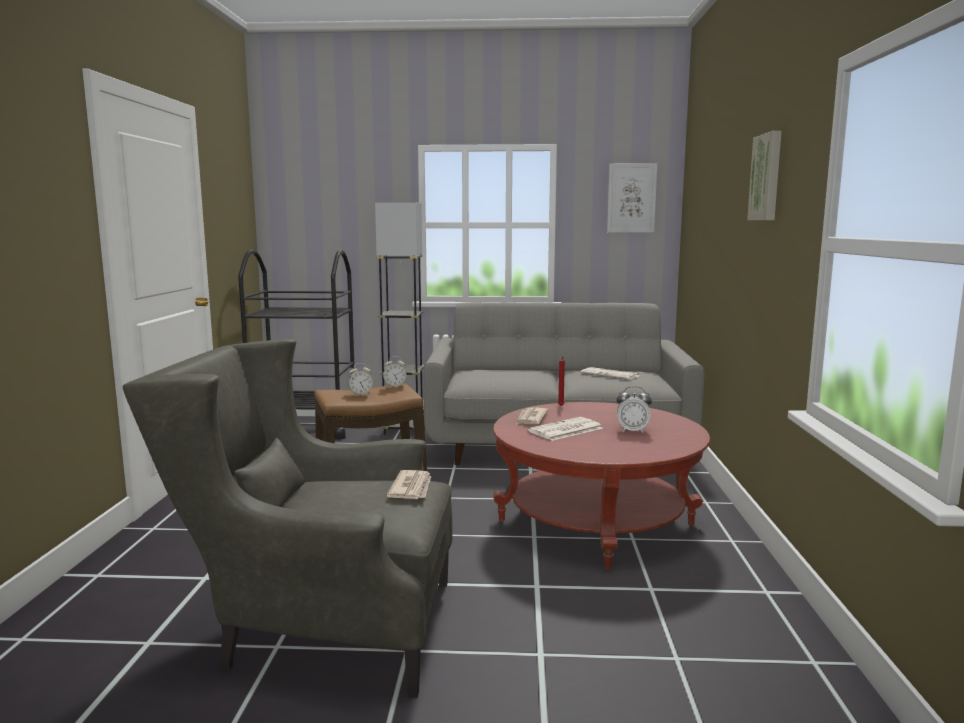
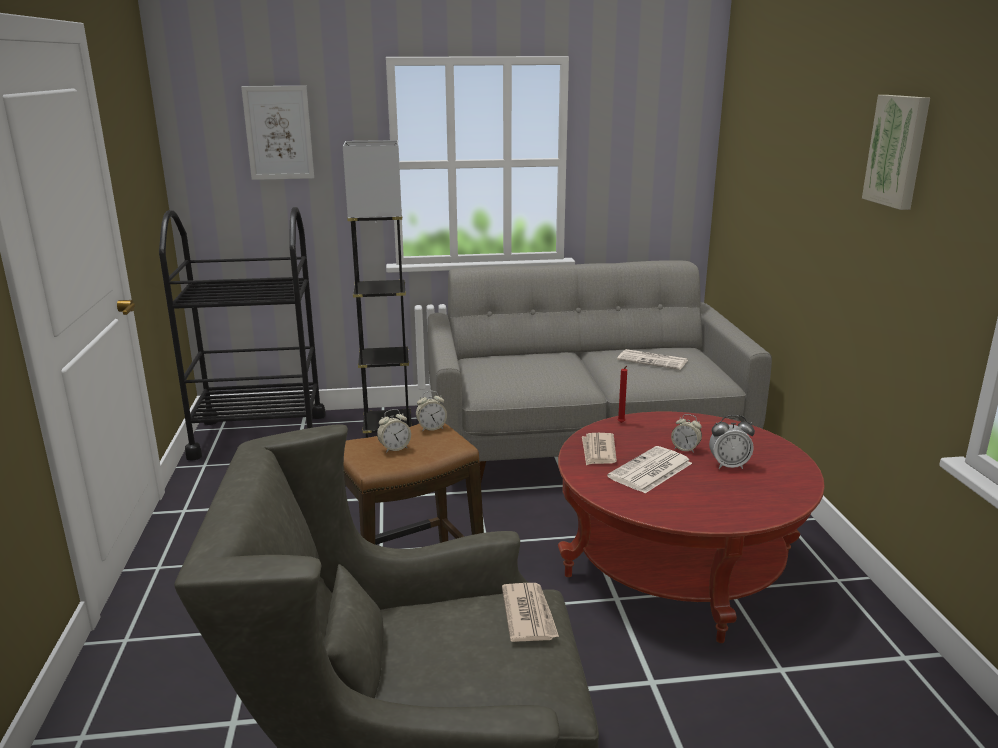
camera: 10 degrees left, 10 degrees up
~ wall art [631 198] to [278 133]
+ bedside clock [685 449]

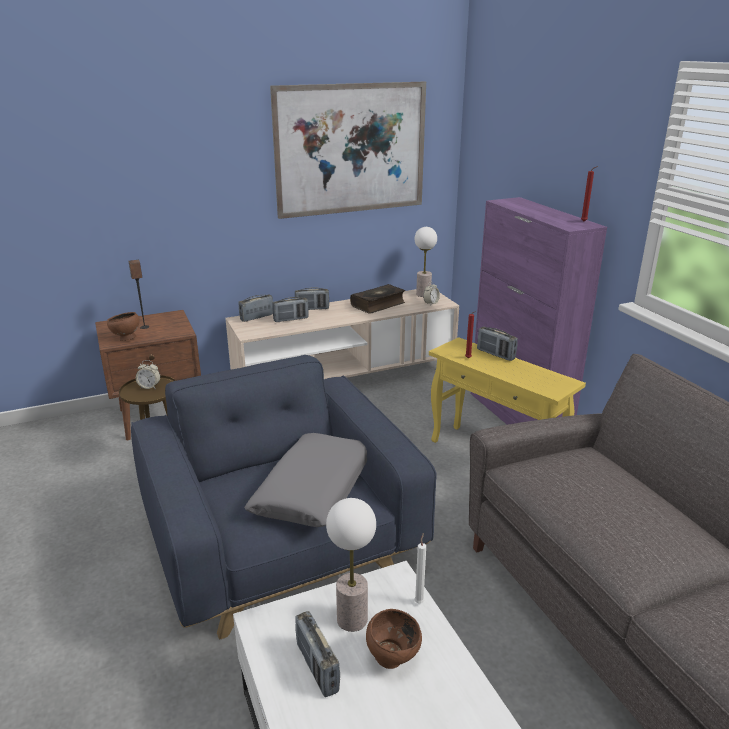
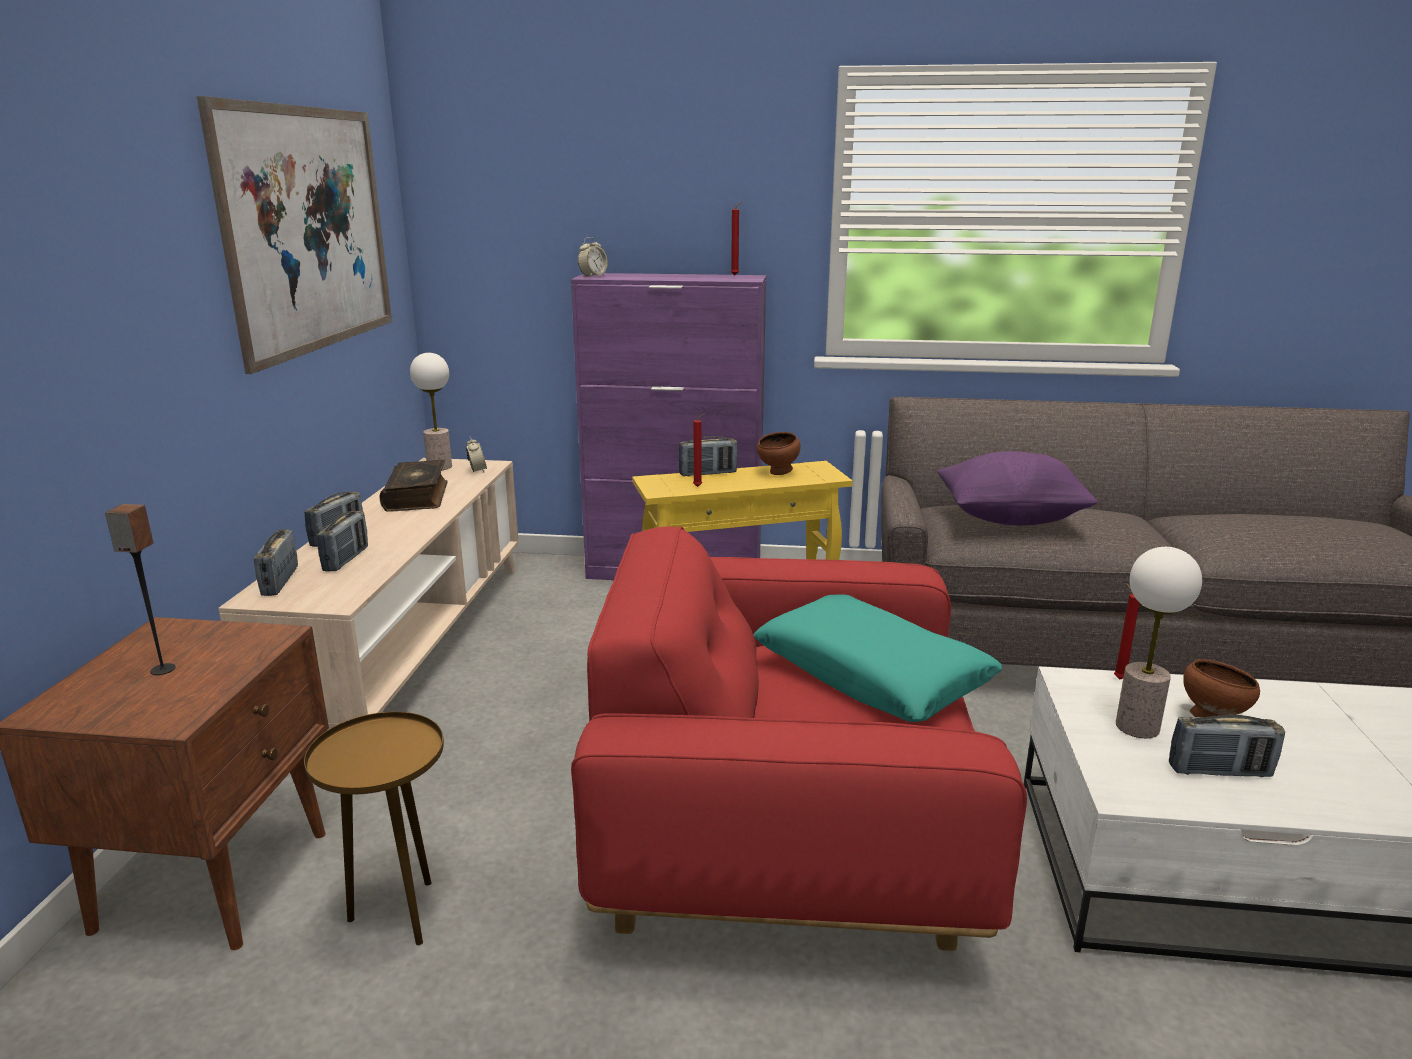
camera: 60 degrees left, 5 degrees down
~ brownish serving bowl [126 339] to [778 473]
~ blue easy chair [281 547] to red easy chair [785 831]
~ bedside clock [149 387] to [593 276]
~ greyish cushion [315 490] to turquoise cushion [872 674]
~ white wax light [419 601] to red wax light [1117 678]
+ purplish cushion [1010 518]

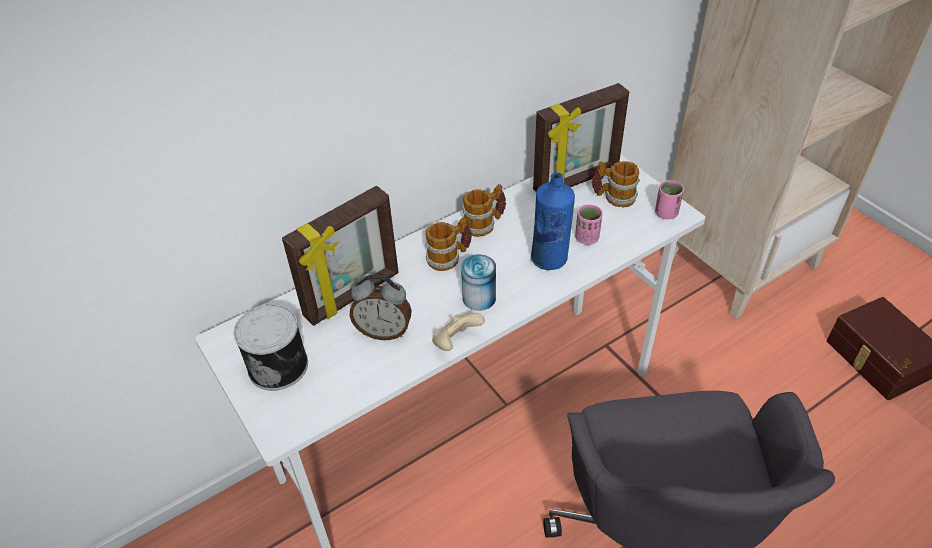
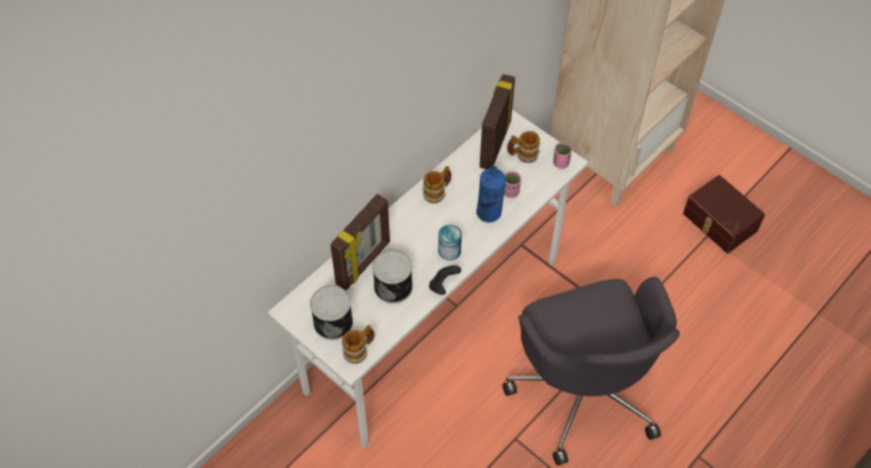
camera: 15 degrees left, 10 degrees up
~ bedside clock [384 331] to can [394 286]
~ tea mug [449 257] to [359 350]
~ beige-coloured game controller [456 342] to blackish game controller [443 285]
~ photo frame [577 181] = [494 144] 150 degrees clockwise

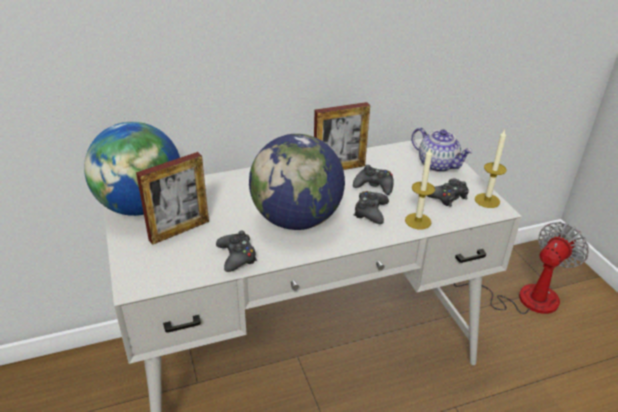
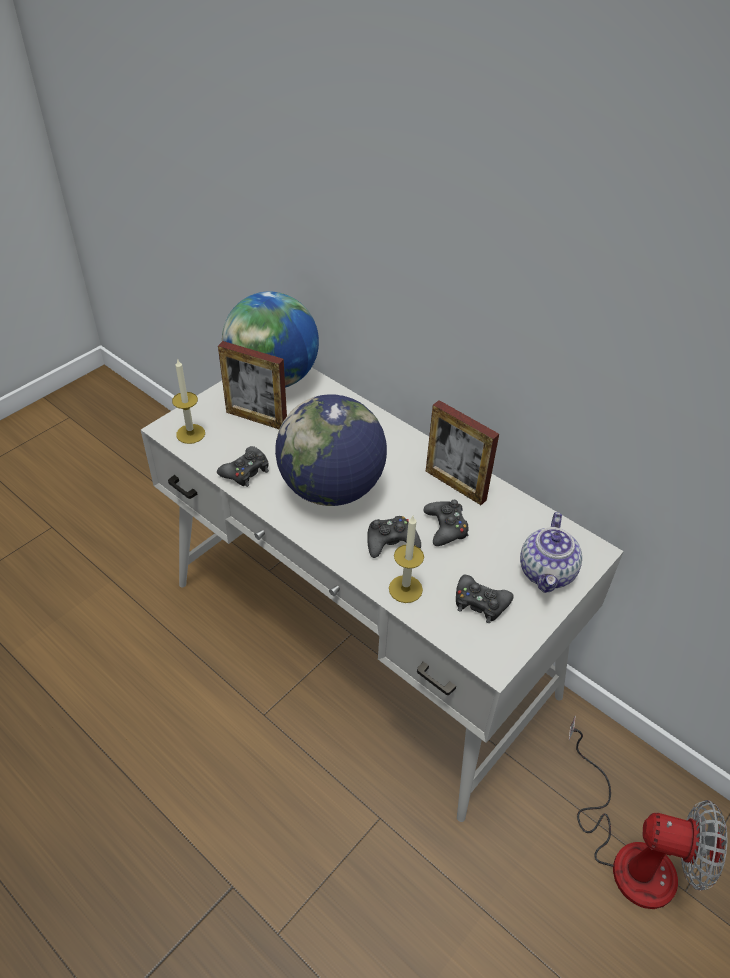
camera: 60 degrees right, 10 degrees up
~ wax light [487 200] to [190 434]

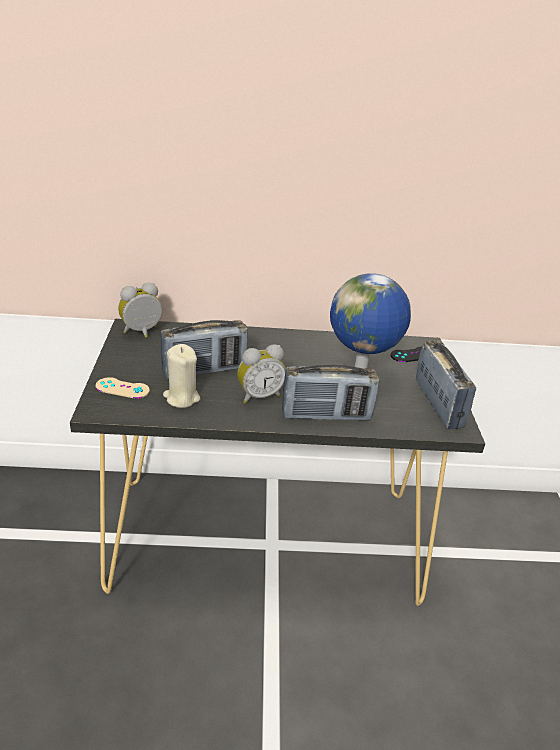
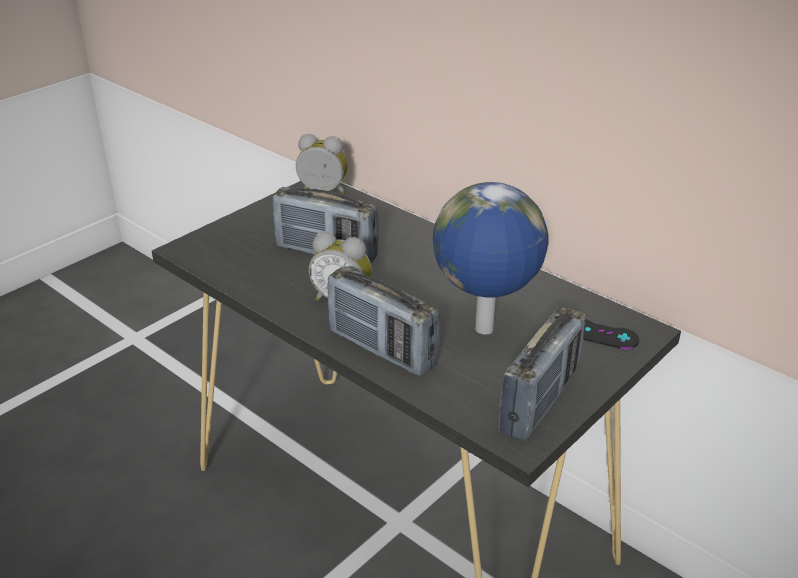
camera: 45 degrees right, 0 degrees up
- beige-coloured game controller [122 388]
- beige-coloured wax light [181 397]

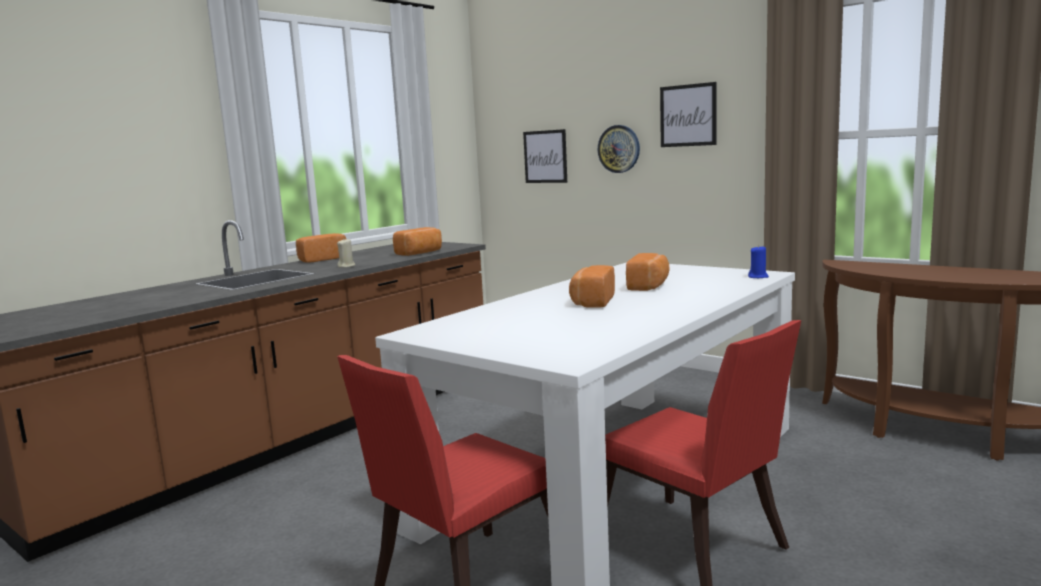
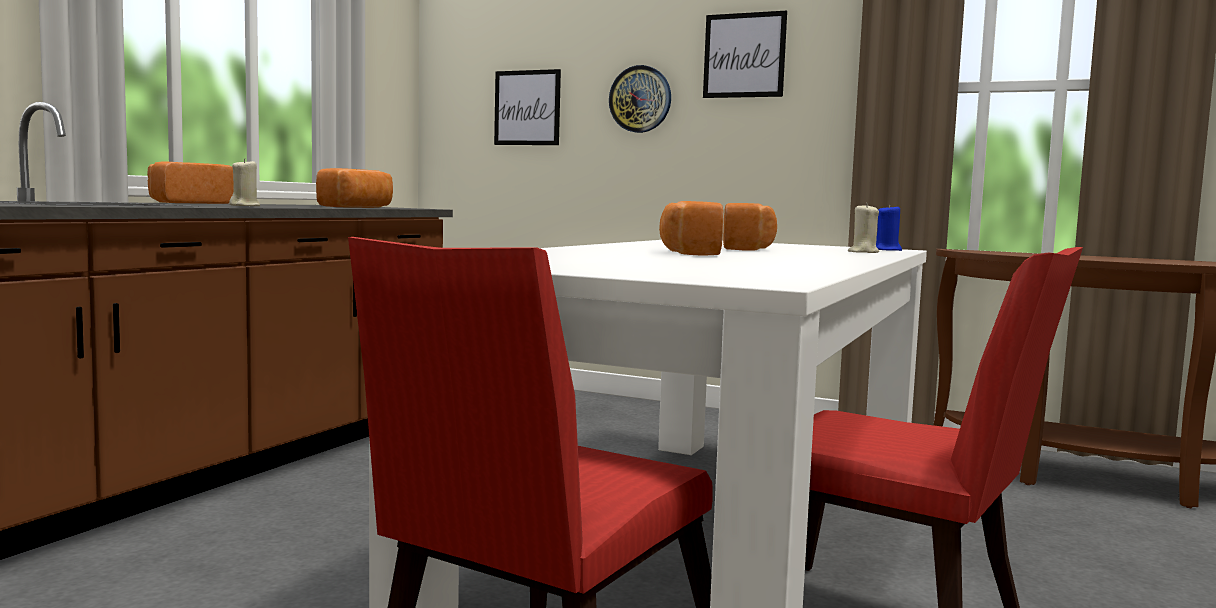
camera: 15 degrees left, 5 degrees down
+ beige-coloured wax light [863 252]

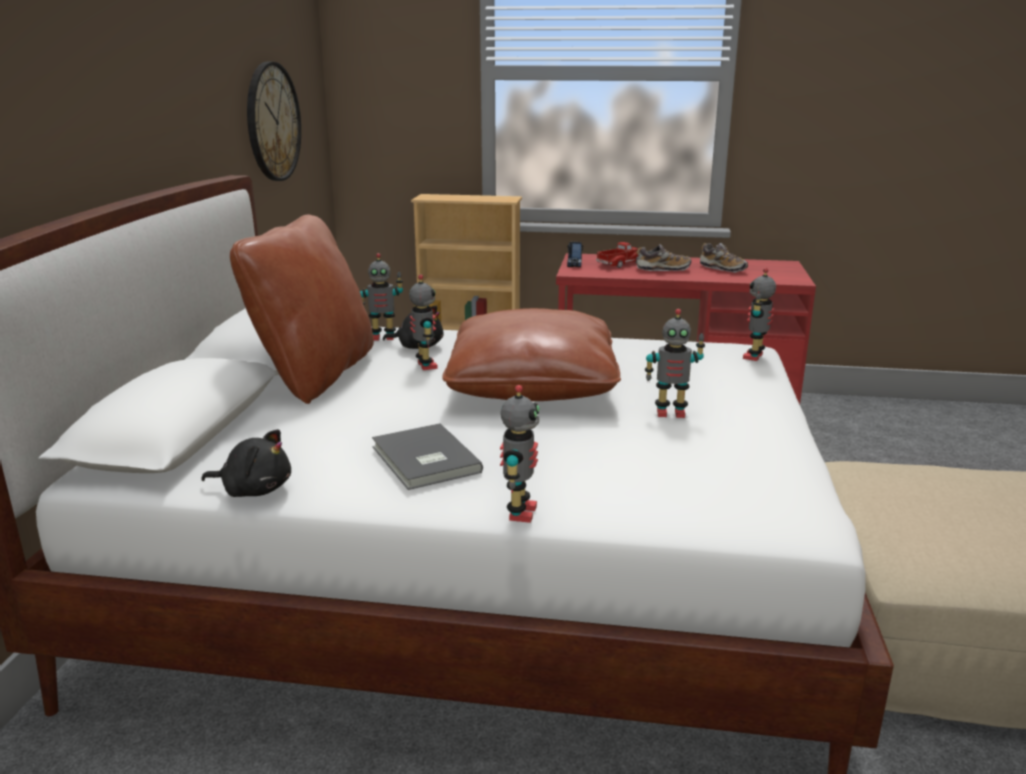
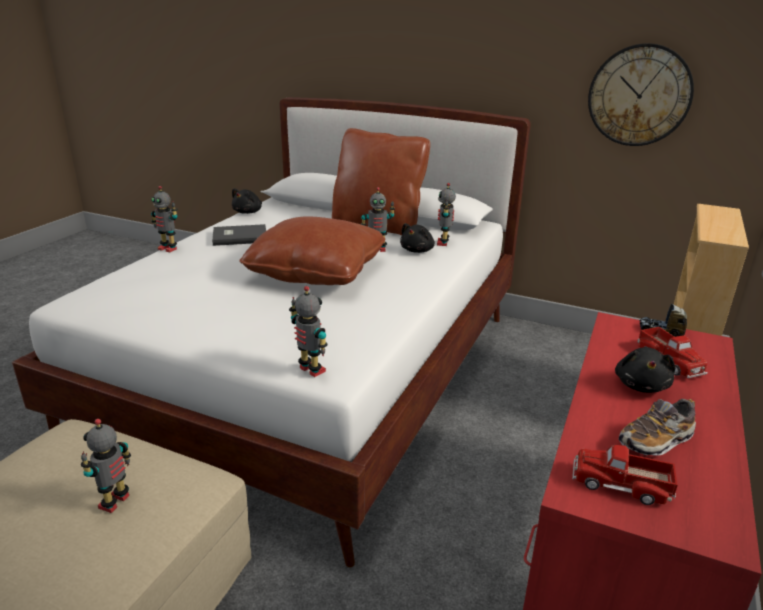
camera: 105 degrees right, 5 degrees up
~ item of footwear [662 269] to blackish soft toy [641 385]
~ model robot [670 412] to [116 502]
+ toy lorry [621 484]

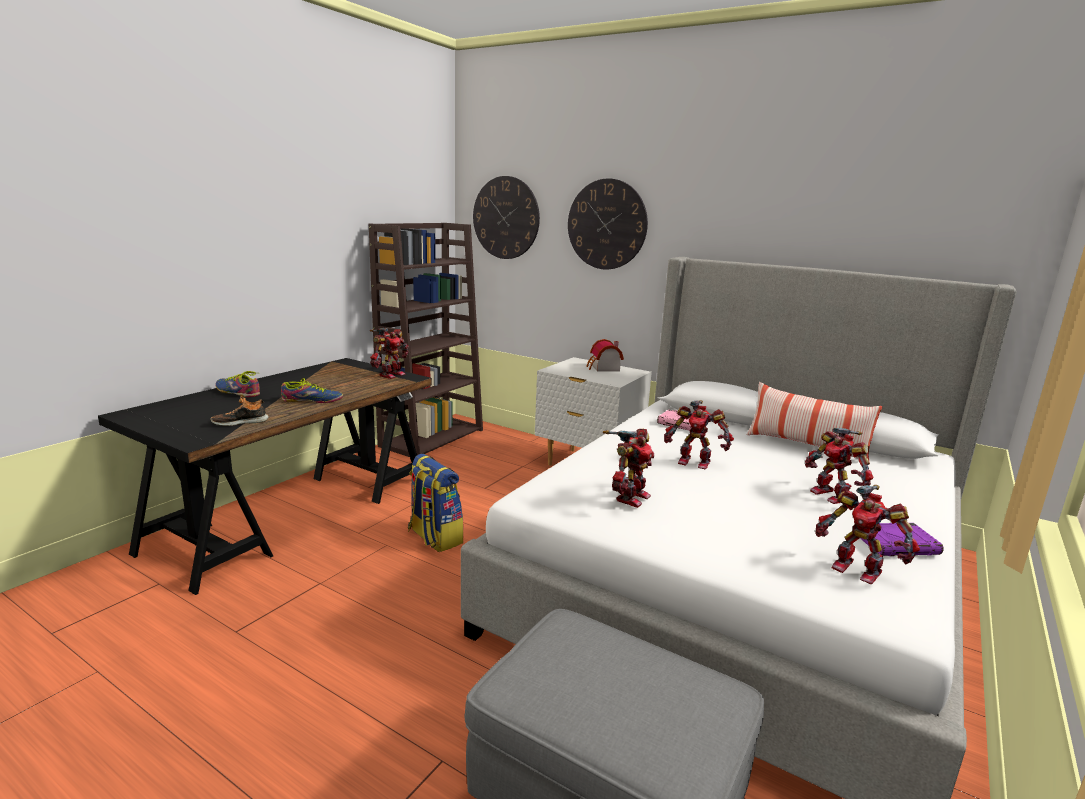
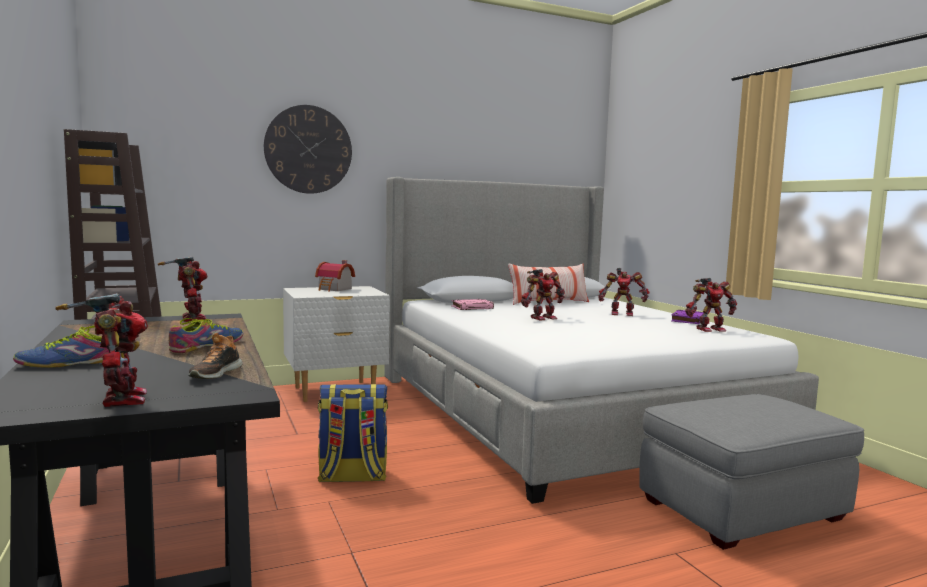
camera: 55 degrees left, 10 degrees down
- hanging clock [506 218]
~ model robot [630 497] to [119 399]

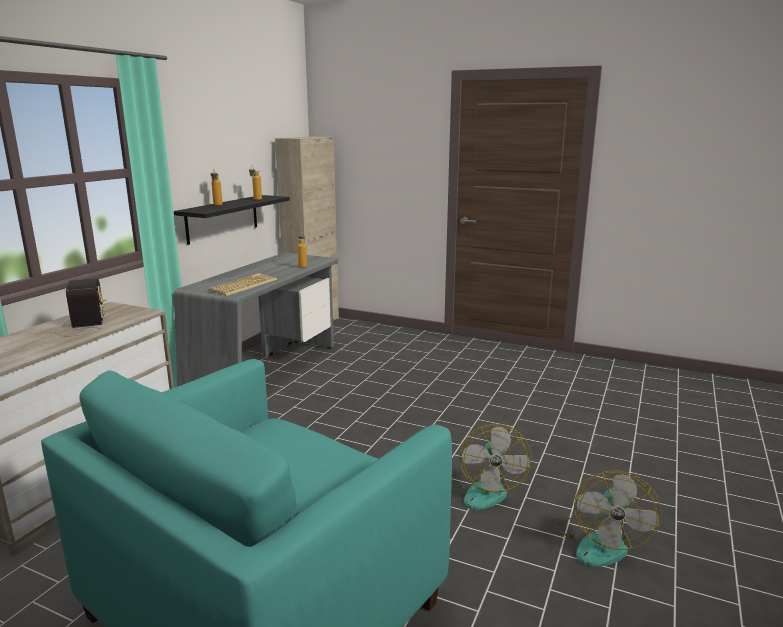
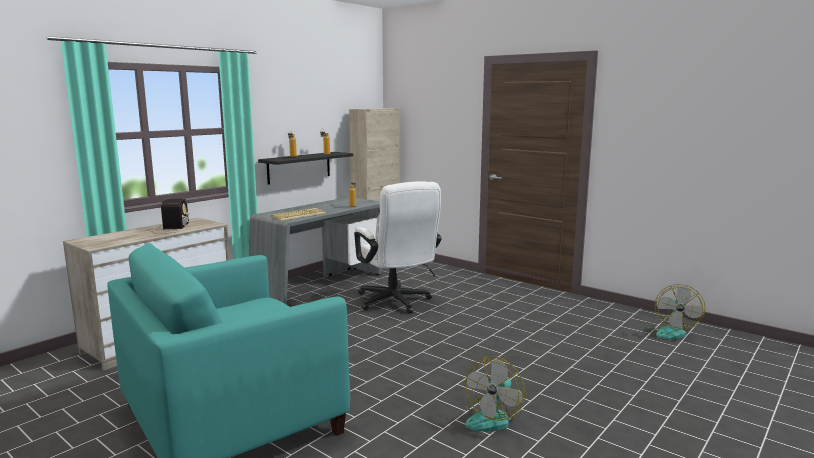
camera: 15 degrees right, 5 degrees down
~ electric fan [484 489] to [670 331]
+ white desk chair [396 303]

